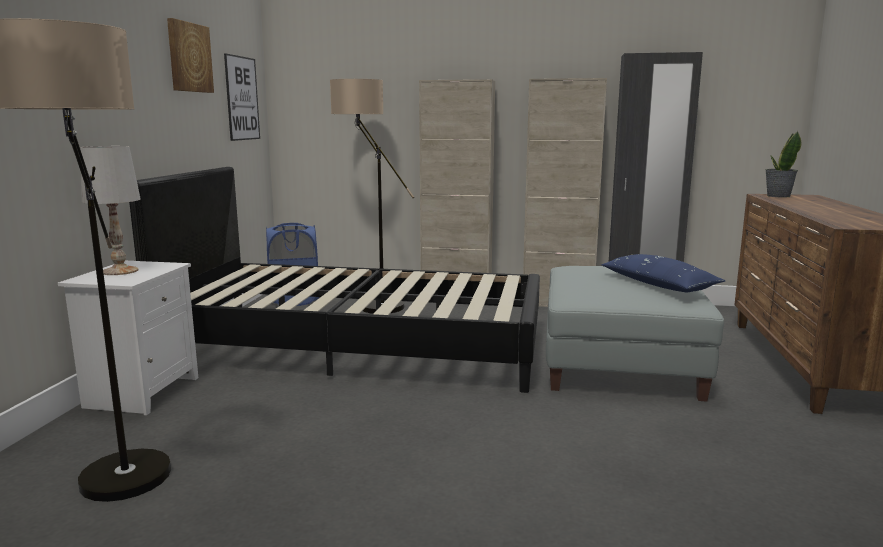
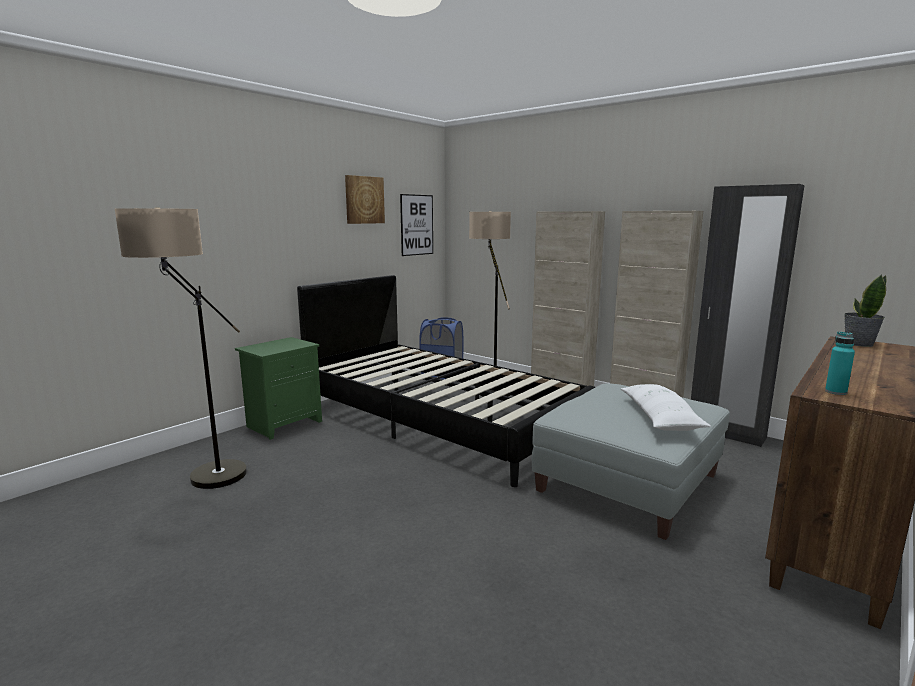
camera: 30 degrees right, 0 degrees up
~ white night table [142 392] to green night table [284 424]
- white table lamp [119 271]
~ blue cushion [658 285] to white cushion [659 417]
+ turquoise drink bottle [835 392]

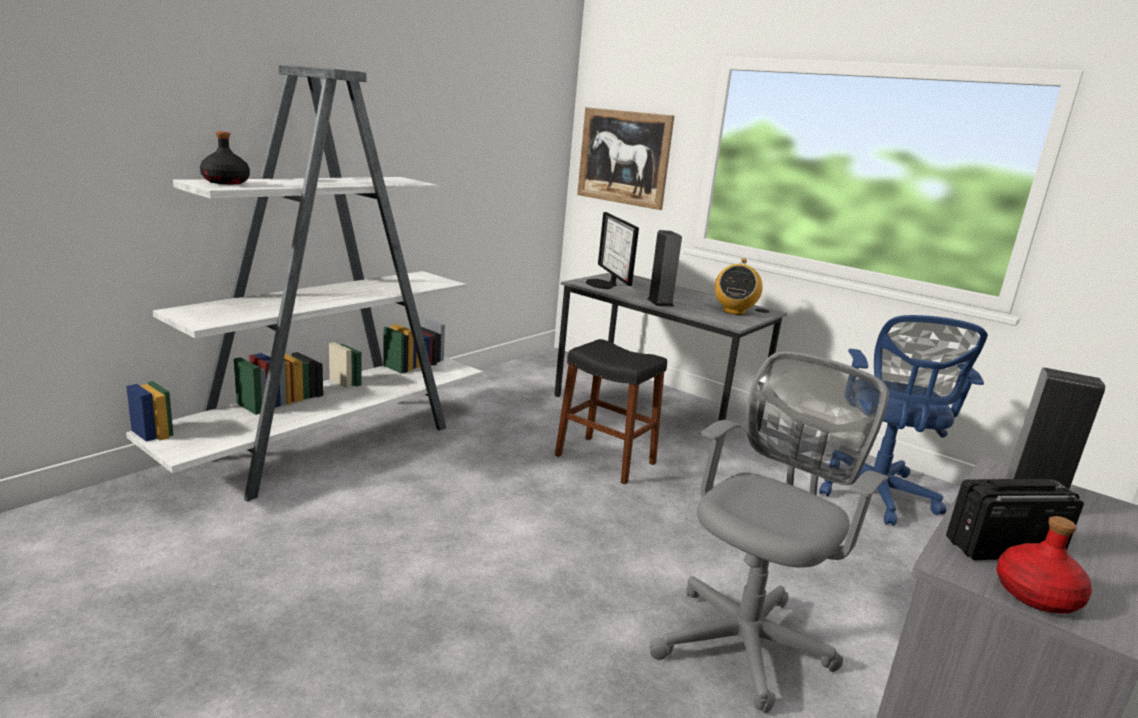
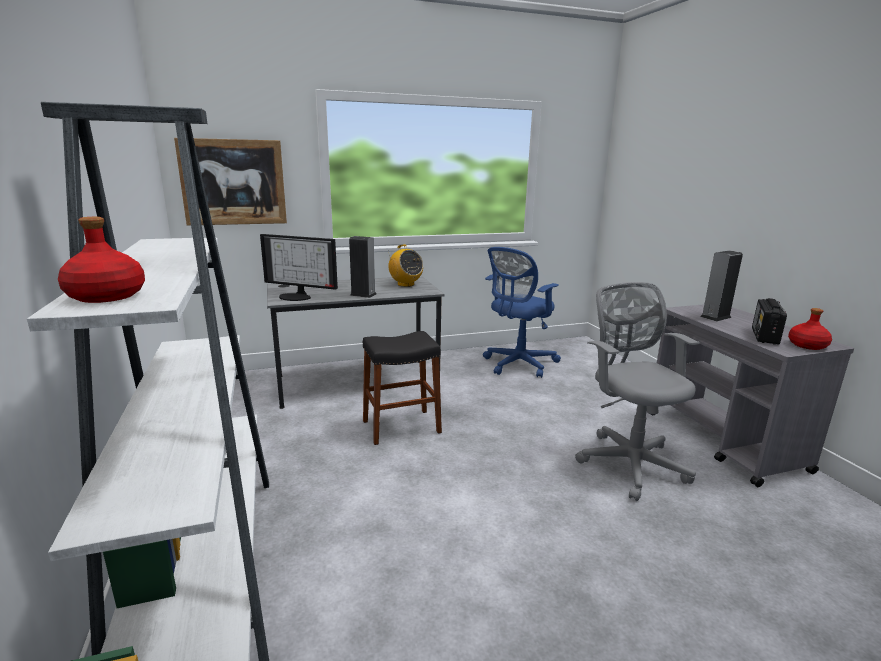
camera: 55 degrees left, 0 degrees up
~ blackish drink bottle [225 182] to red drink bottle [106 296]
~ blue desk chair [876 496] = [517 364] 90 degrees clockwise

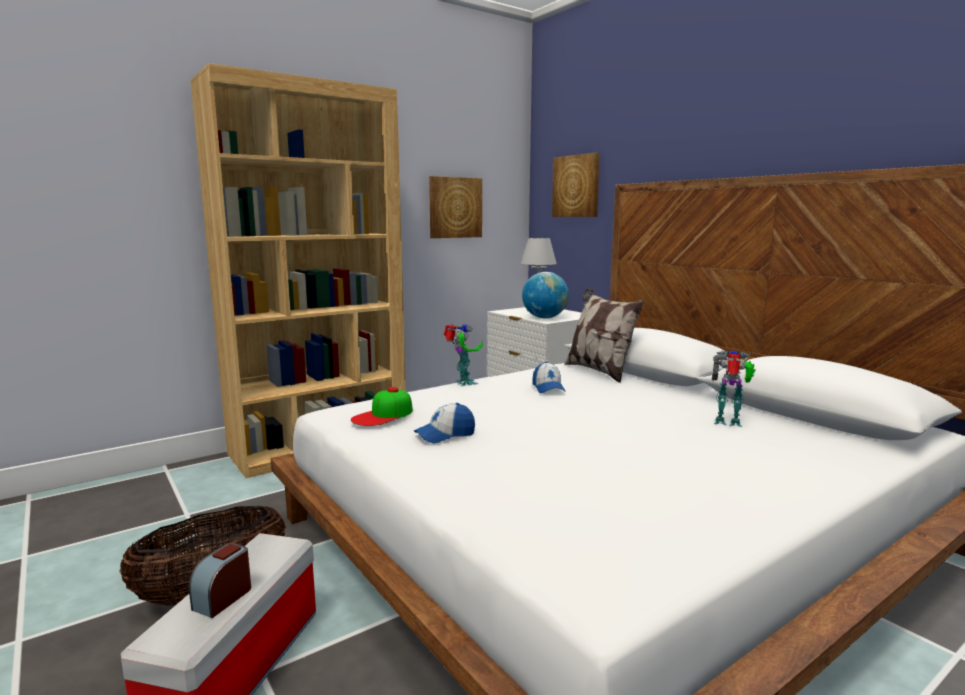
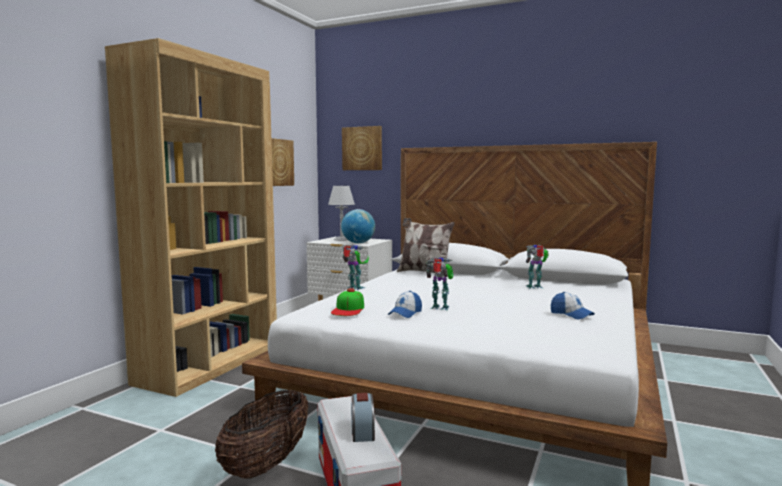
camera: 30 degrees left, 5 degrees down
~ baseball cap [548 388] to [571 314]
+ model robot [440 308]

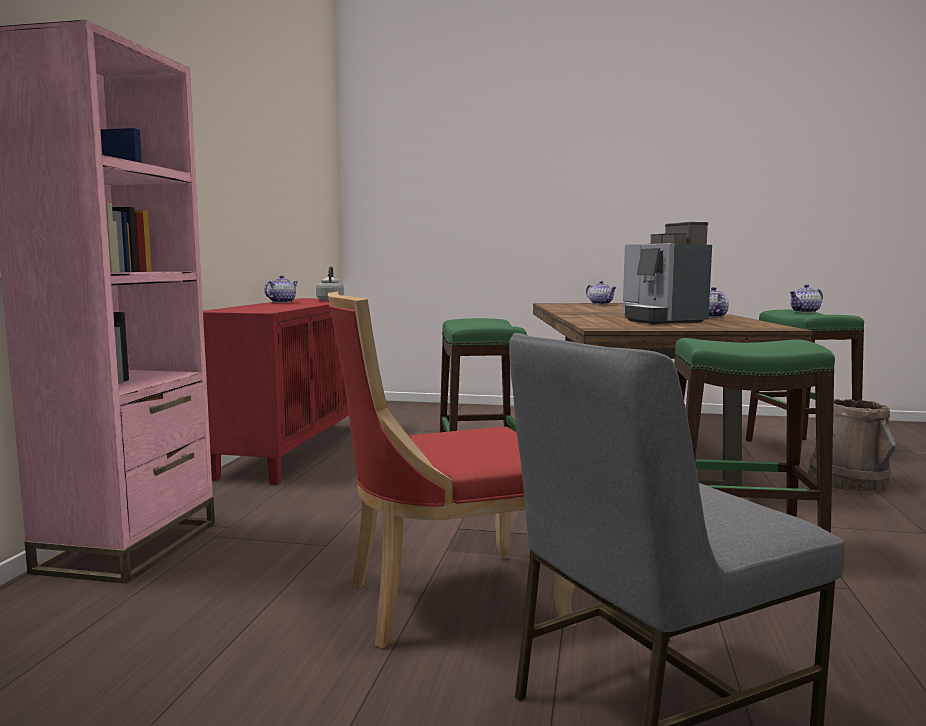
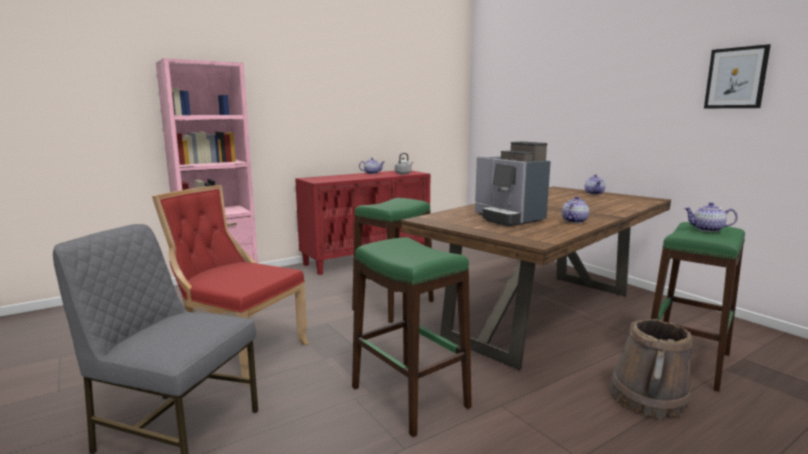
camera: 45 degrees right, 5 degrees up
~ coffee machine [660 320] = [508 218] 60 degrees counterclockwise
+ wall art [736 78]

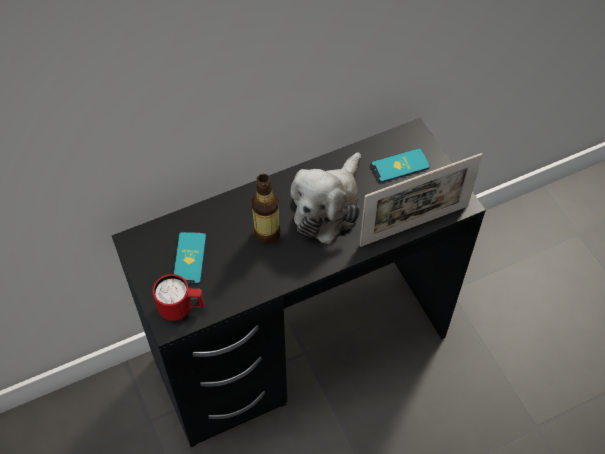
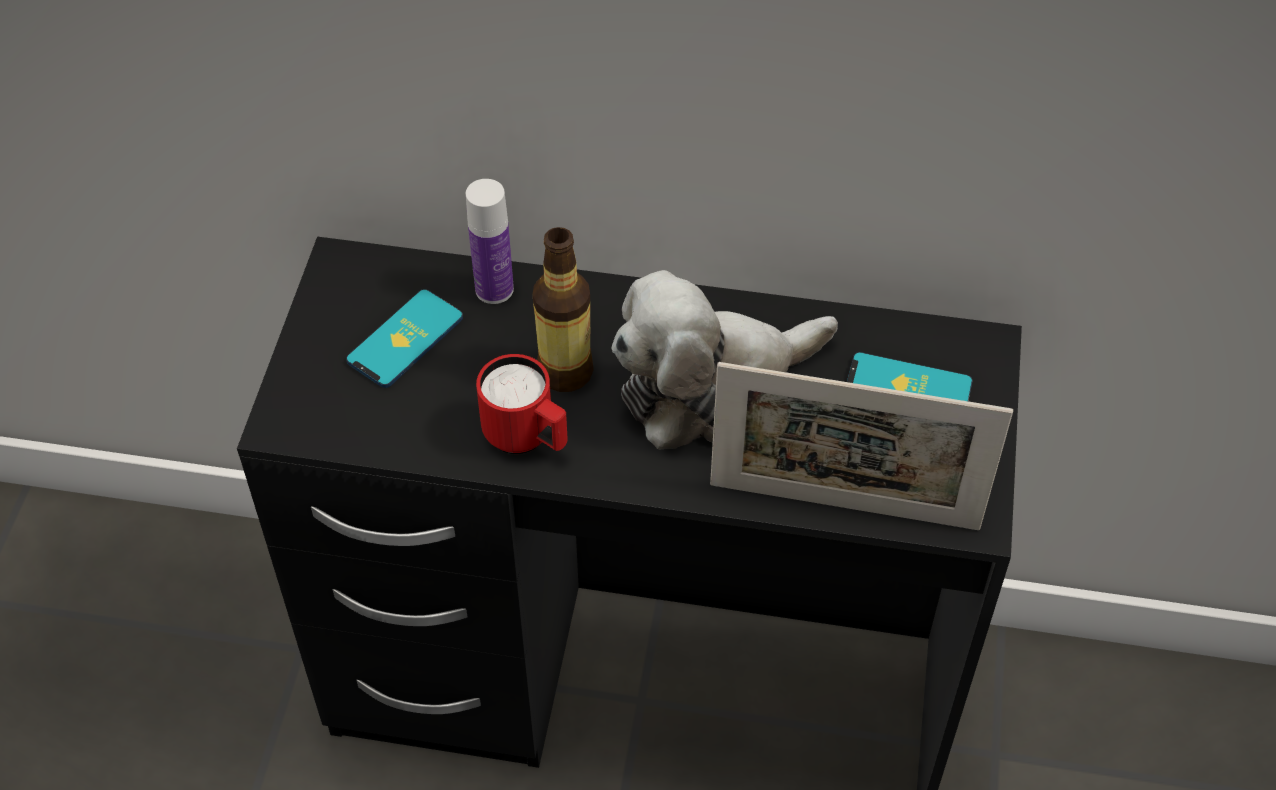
camera: 35 degrees right, 5 degrees down
~ red tea mug [181 309] to [527 438]
+ drink bottle [494 289]

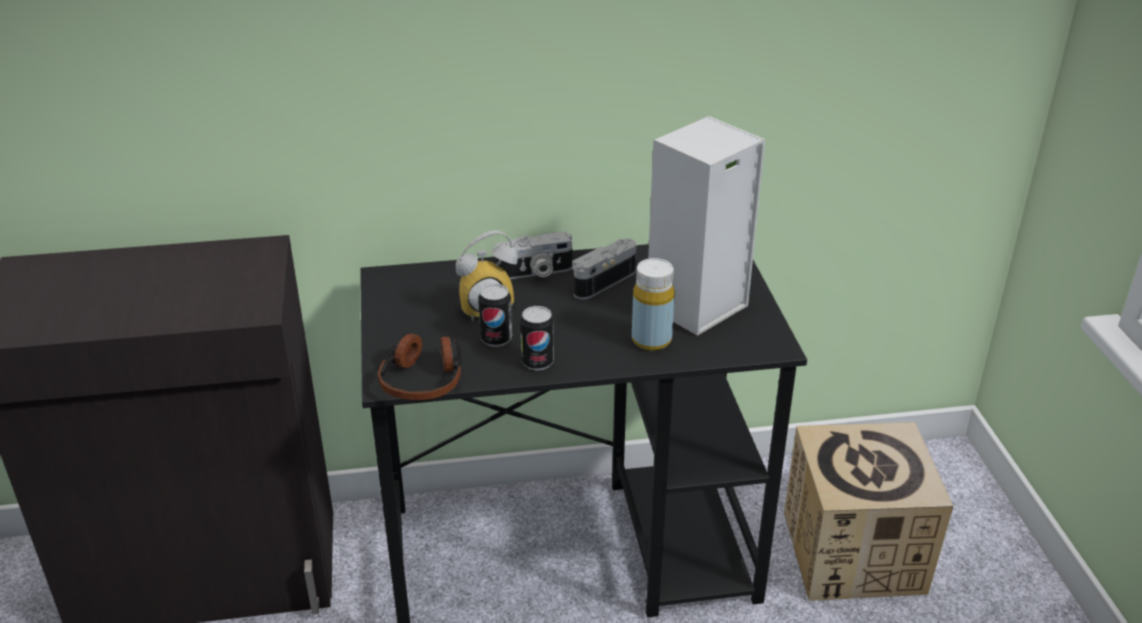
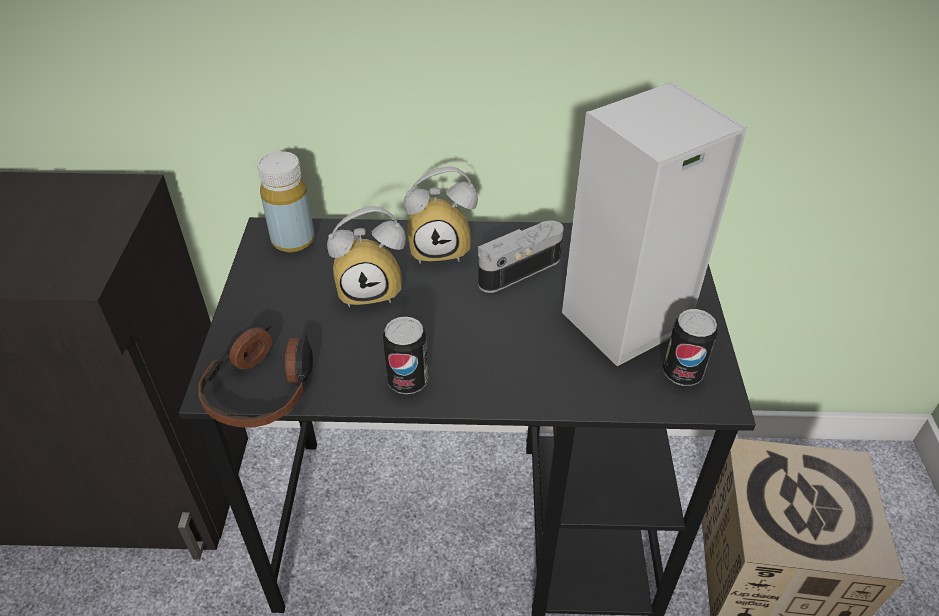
camera: 10 degrees right, 10 degrees up
~ can [496 339] to [682 373]
~ photo camera [535 273] to bedside clock [441 248]
~ yellow-coloured drink bottle [651 340] to [293 240]

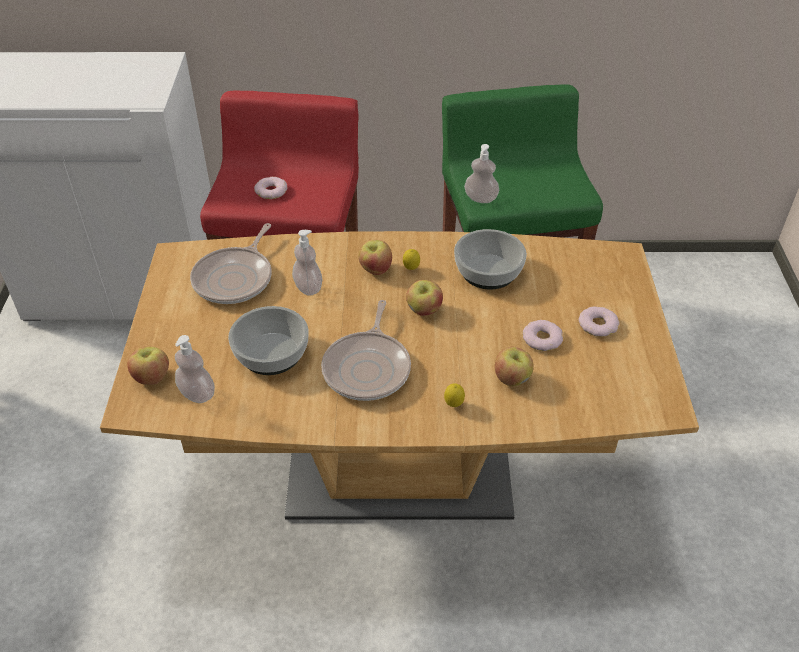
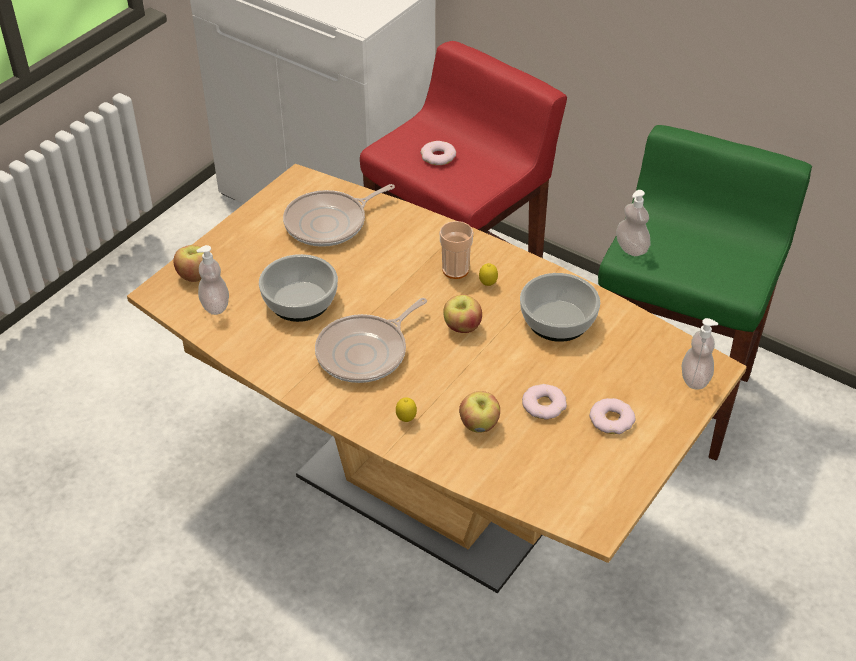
camera: 35 degrees right, 0 degrees up
~ soap dispenser [308 287] to [695 379]
~ whole apple [375 269] to cup [455 270]

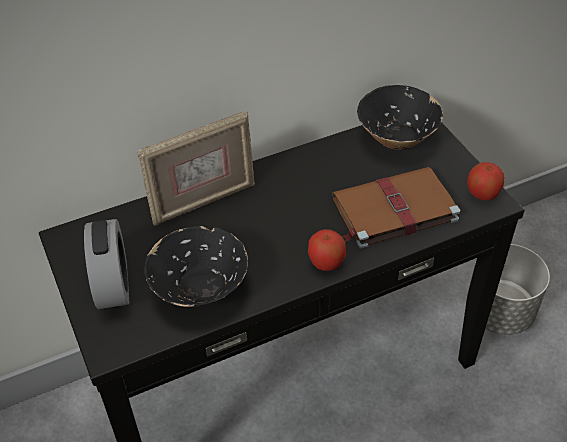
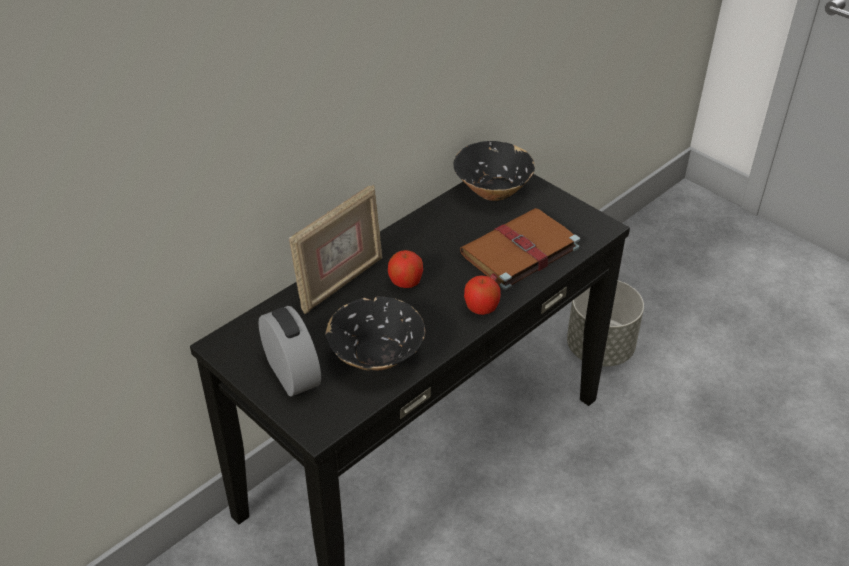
camera: 20 degrees left, 5 degrees down
~ whole apple [482 194] to [405 282]

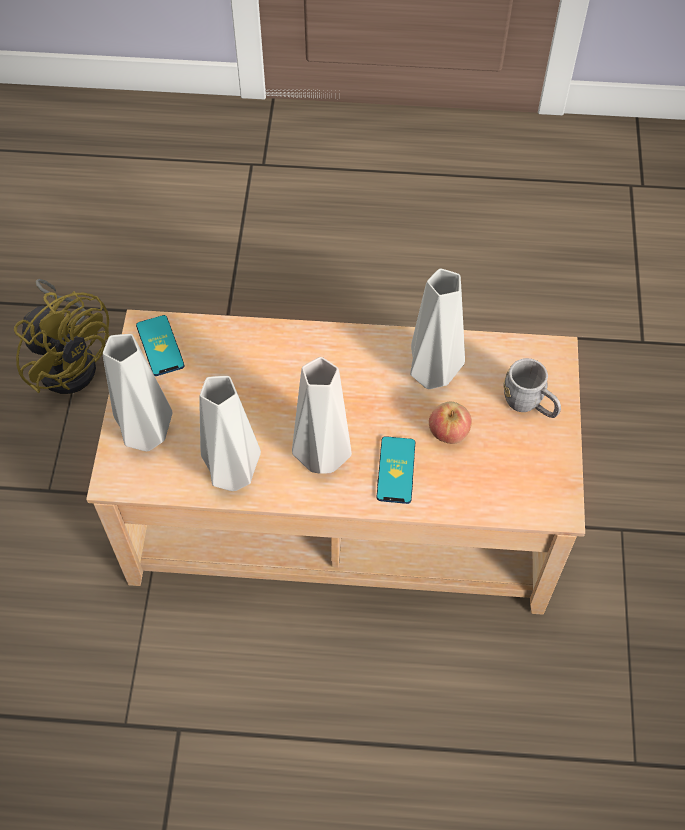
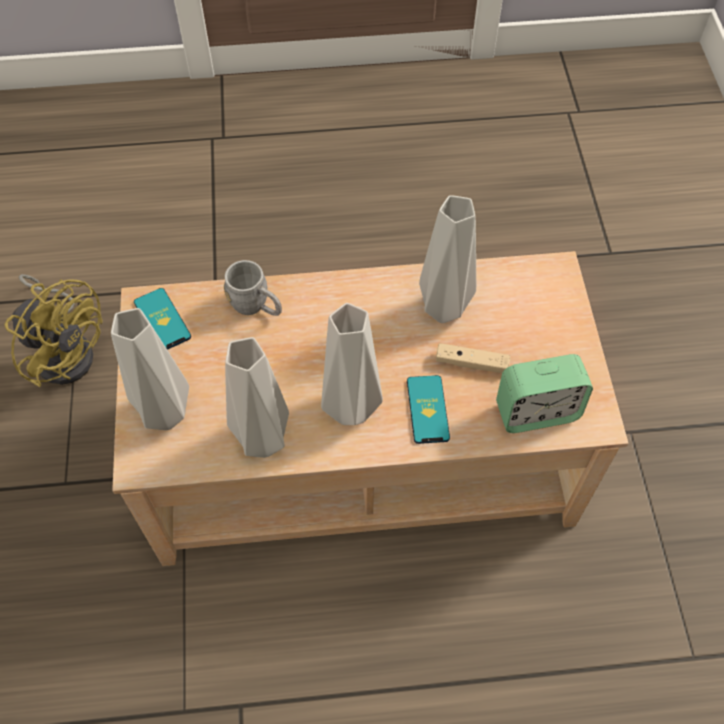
camera: 10 degrees left, 0 degrees up
~ whole apple [448 432] to beige-coloured game controller [471 363]
~ greyish tea mug [529 405] to [256 307]
+ bedside clock [536 411]

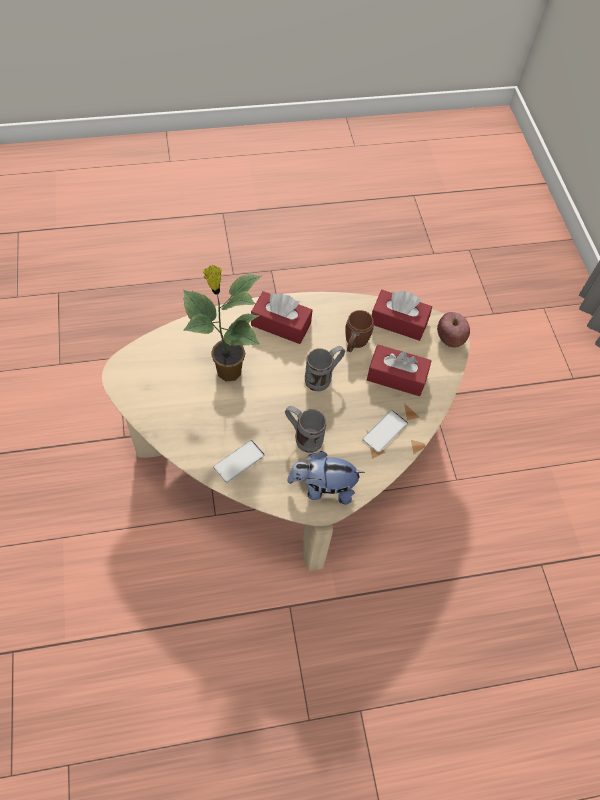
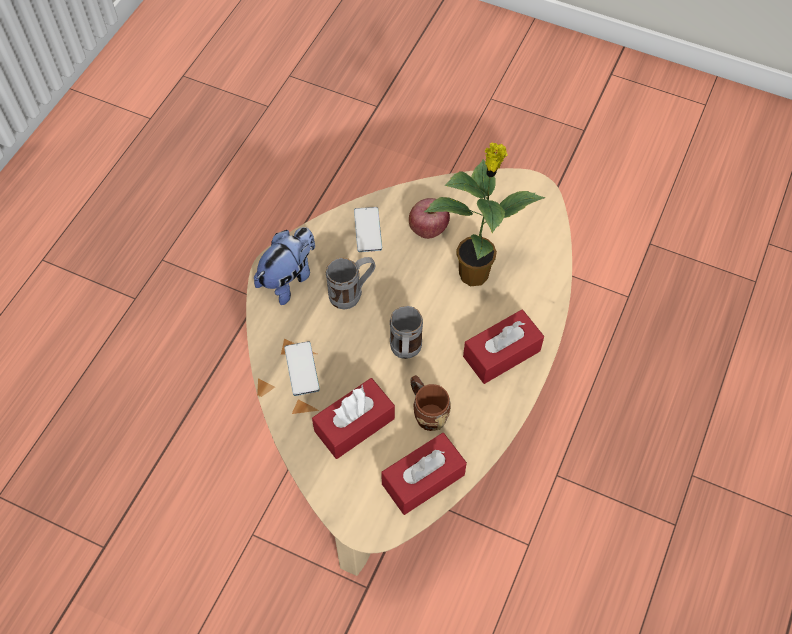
camera: 130 degrees right, 0 degrees up
~ whole apple [449 339] to [428 229]

